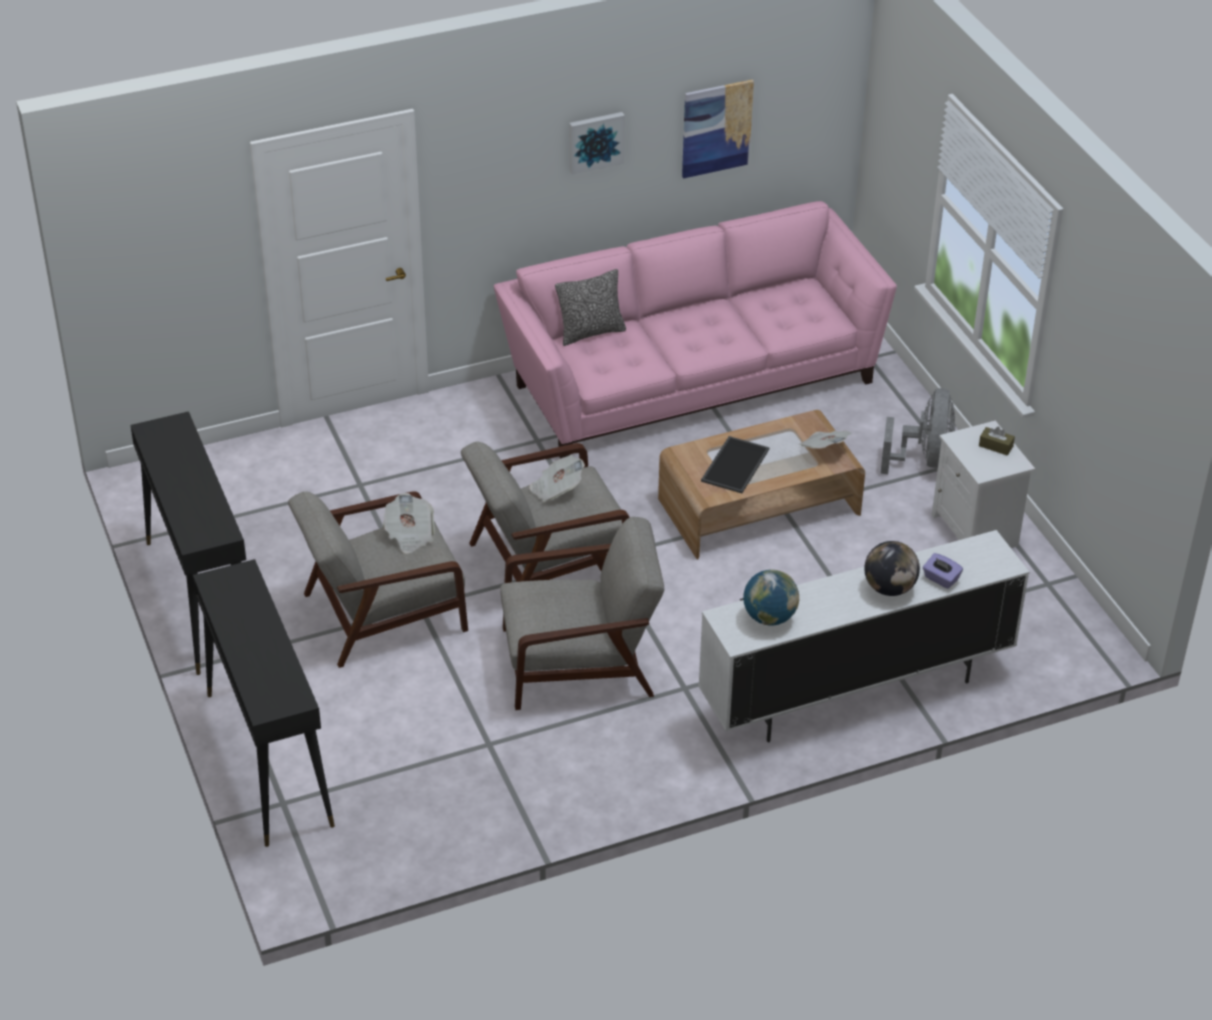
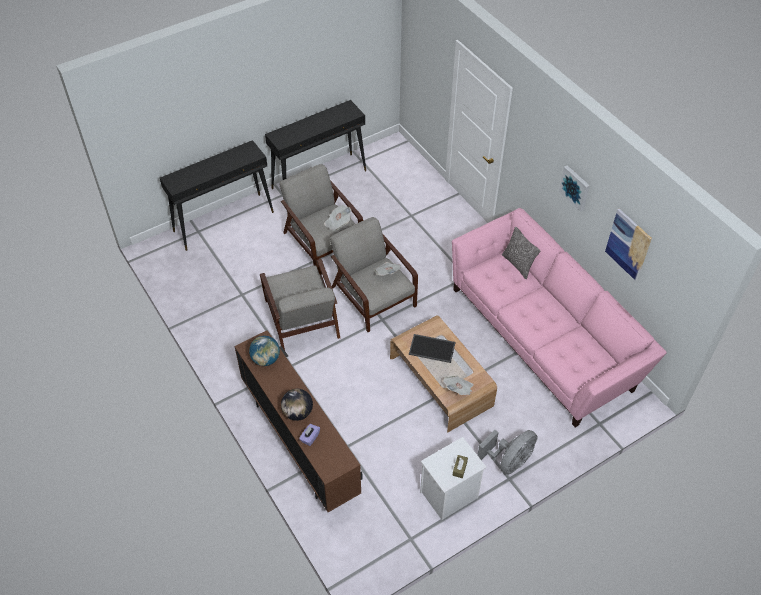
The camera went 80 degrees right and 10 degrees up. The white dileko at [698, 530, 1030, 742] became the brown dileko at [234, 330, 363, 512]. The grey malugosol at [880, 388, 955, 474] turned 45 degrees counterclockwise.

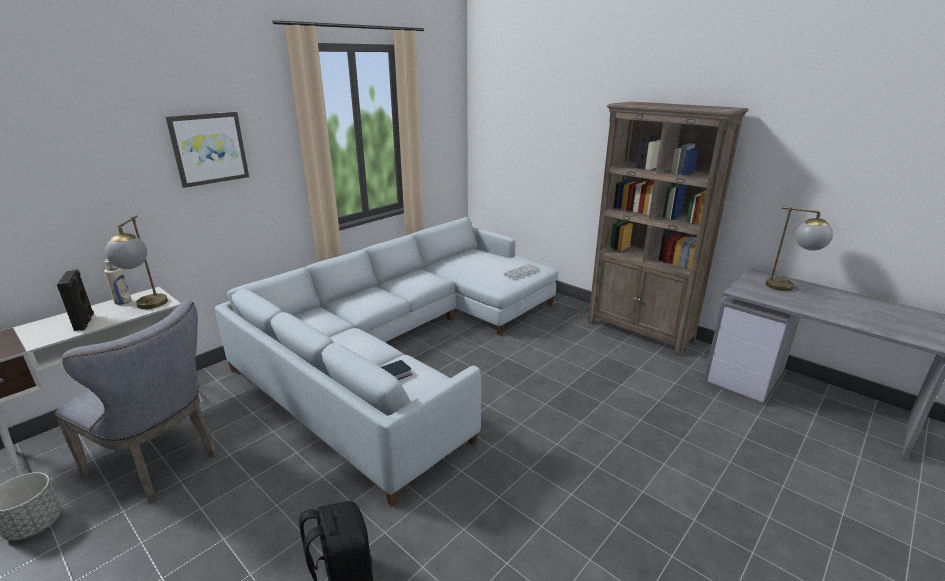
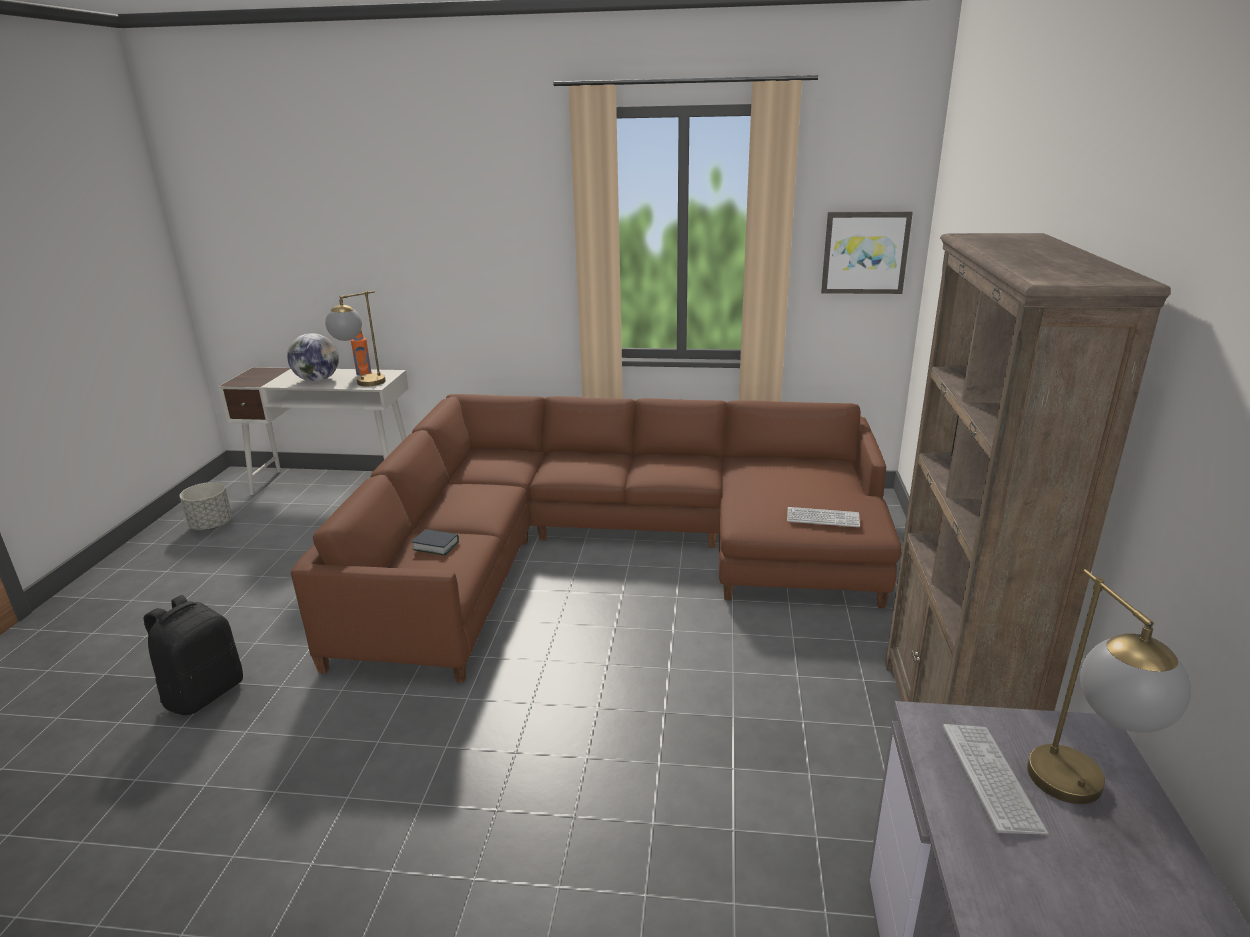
The camera went 55 degrees right and 0 degrees up. The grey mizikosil at [54, 300, 217, 503] disappeared. The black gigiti at [57, 269, 94, 331] was replaced by the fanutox at [287, 333, 339, 382]. The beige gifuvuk at [104, 259, 132, 305] became the orange gifuvuk at [351, 329, 371, 376]. The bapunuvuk moved from [166, 112, 249, 188] to [821, 211, 913, 294]. The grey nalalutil at [215, 217, 558, 507] became the brown nalalutil at [291, 394, 901, 683]. The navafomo at [943, 724, 1049, 835] appeared.

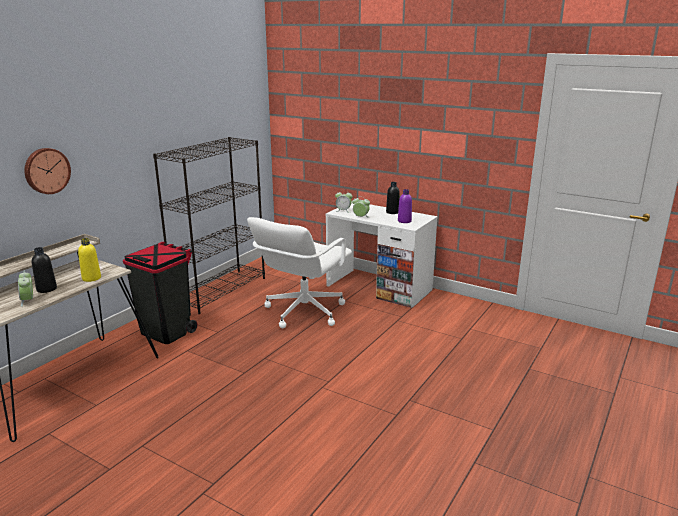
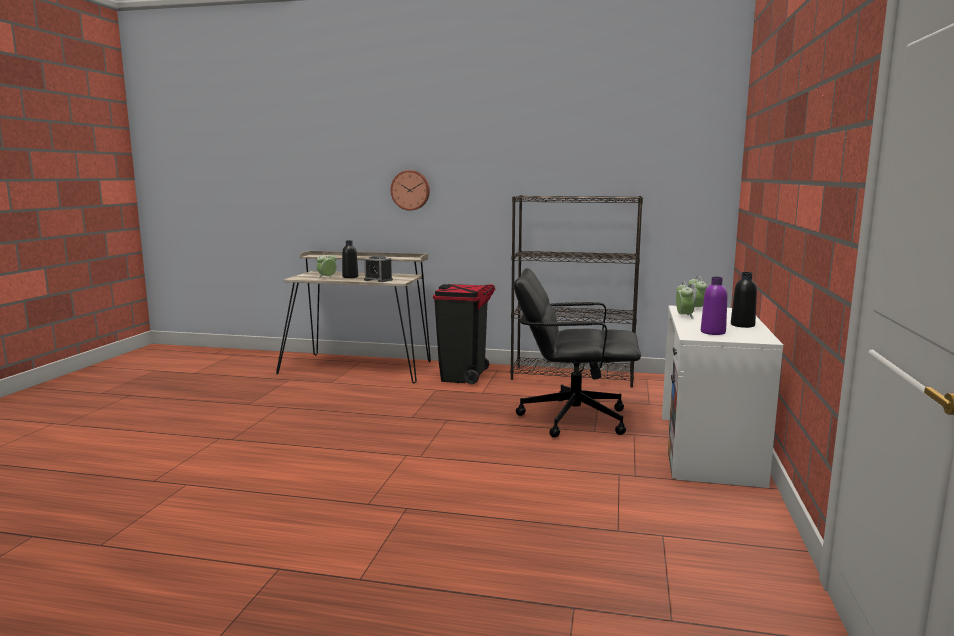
The camera went 70 degrees right and 10 degrees down. The yellow gifuvuk at [78, 238, 101, 282] was replaced by the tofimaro at [364, 256, 393, 282]. The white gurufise at [247, 217, 352, 328] became the black gurufise at [514, 268, 641, 438].

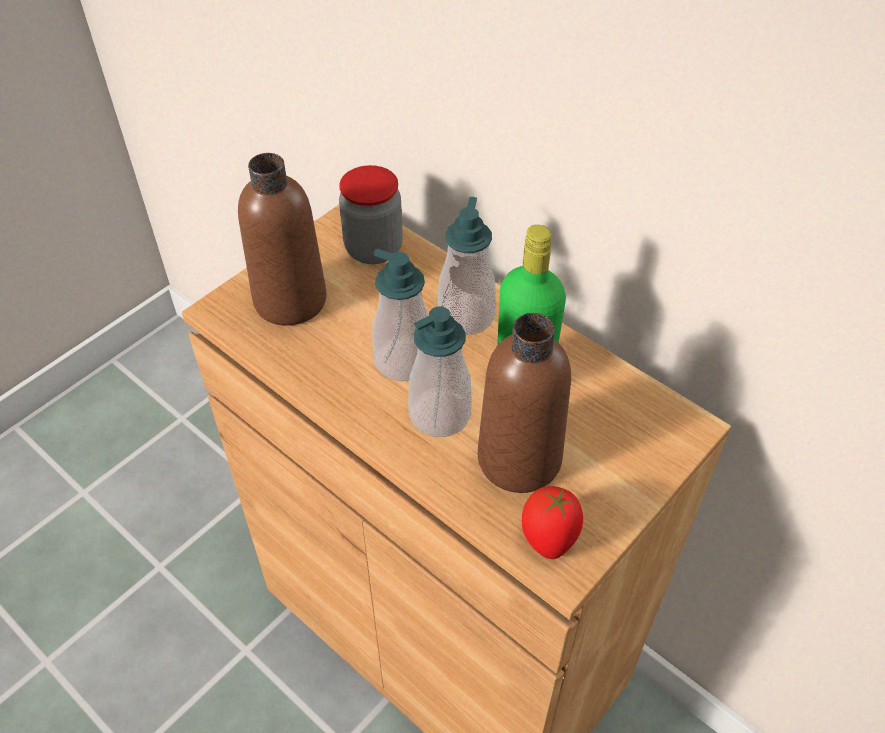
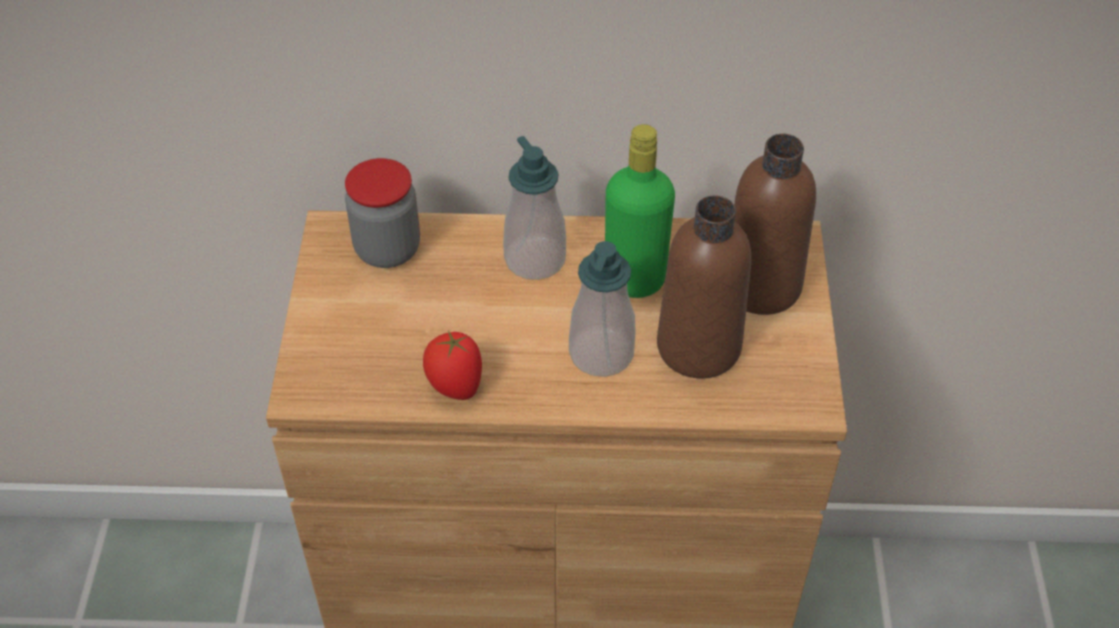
The camera went 40 degrees left and 0 degrees up. The brown gifuvuk moved from [238, 153, 326, 326] to [734, 134, 816, 315]. The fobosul at [372, 249, 429, 381] disappeared. The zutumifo moved from [522, 486, 583, 559] to [423, 331, 482, 400].

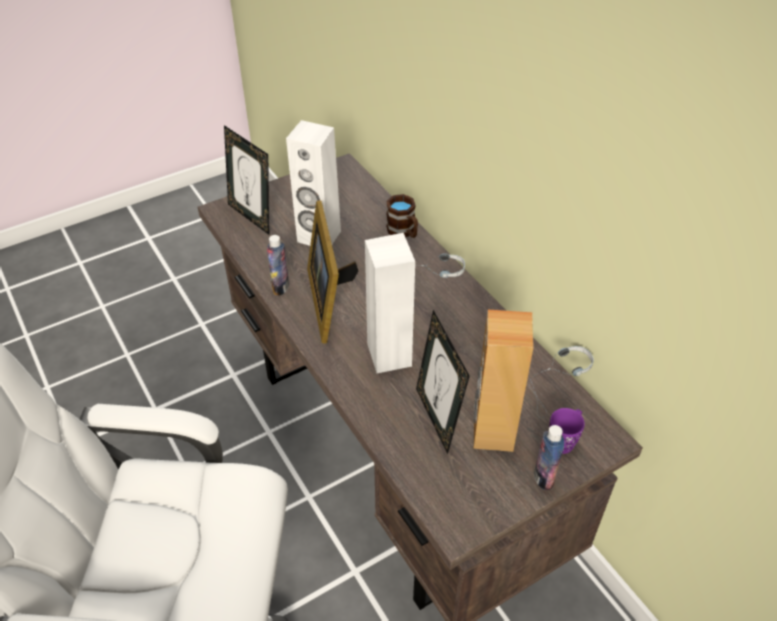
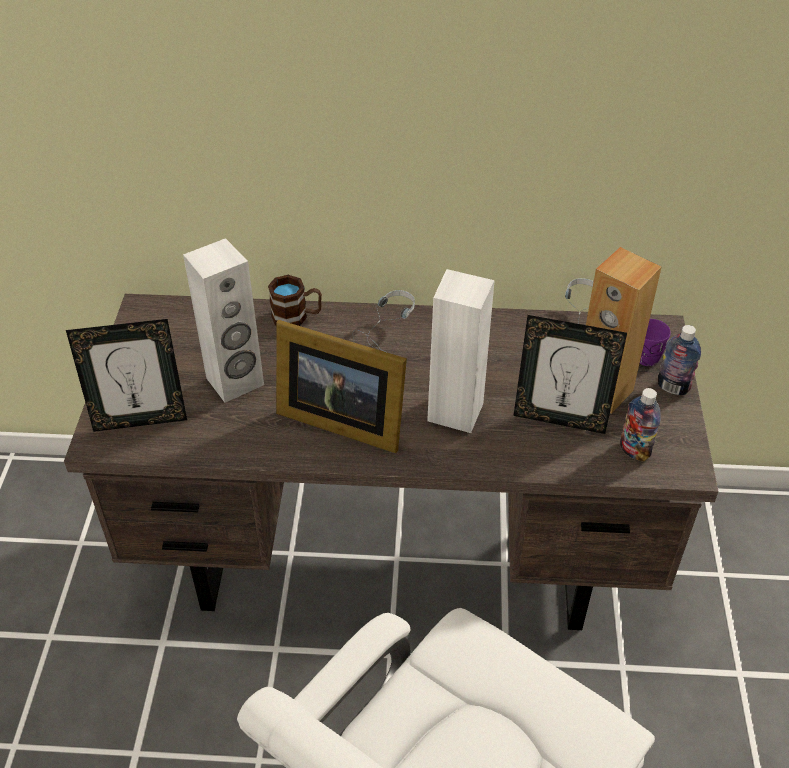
The camera went 55 degrees left and 0 degrees up. The gifuvuk moved from [267, 235, 289, 296] to [620, 388, 661, 462].

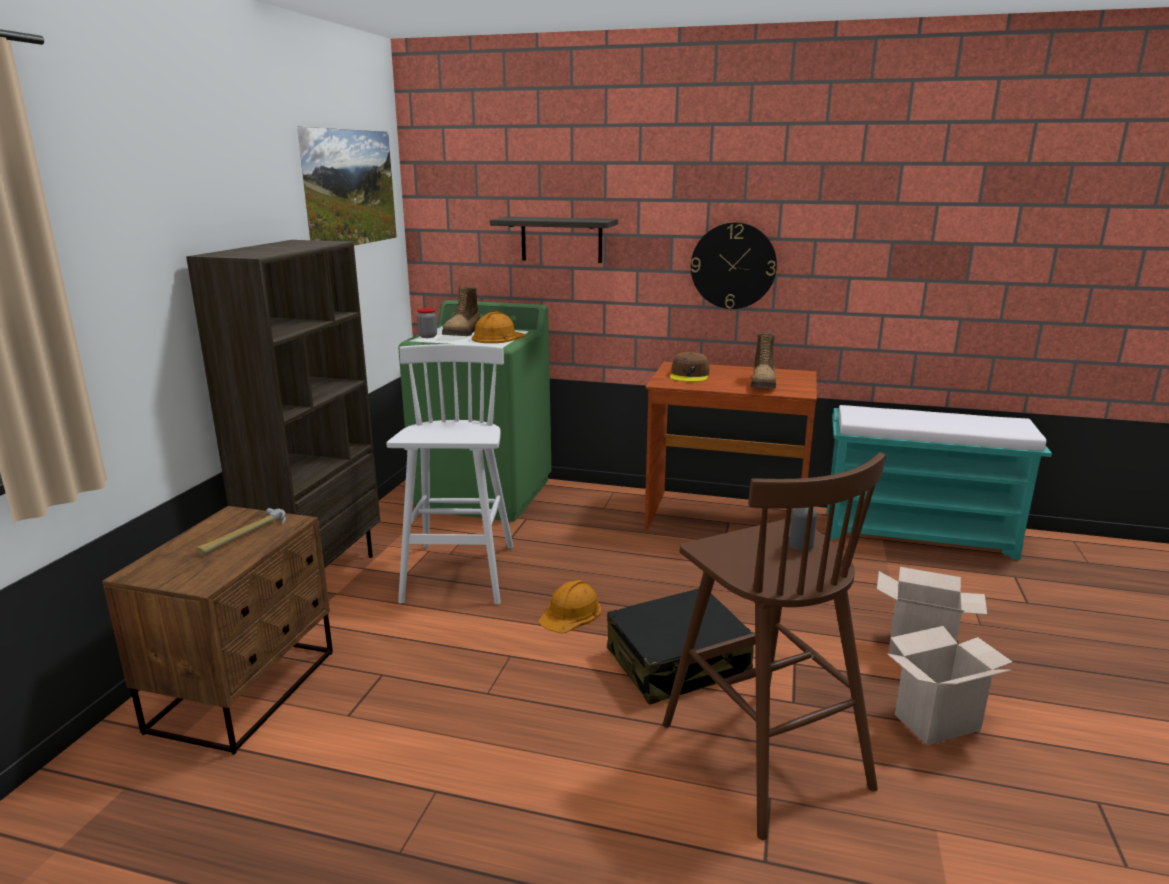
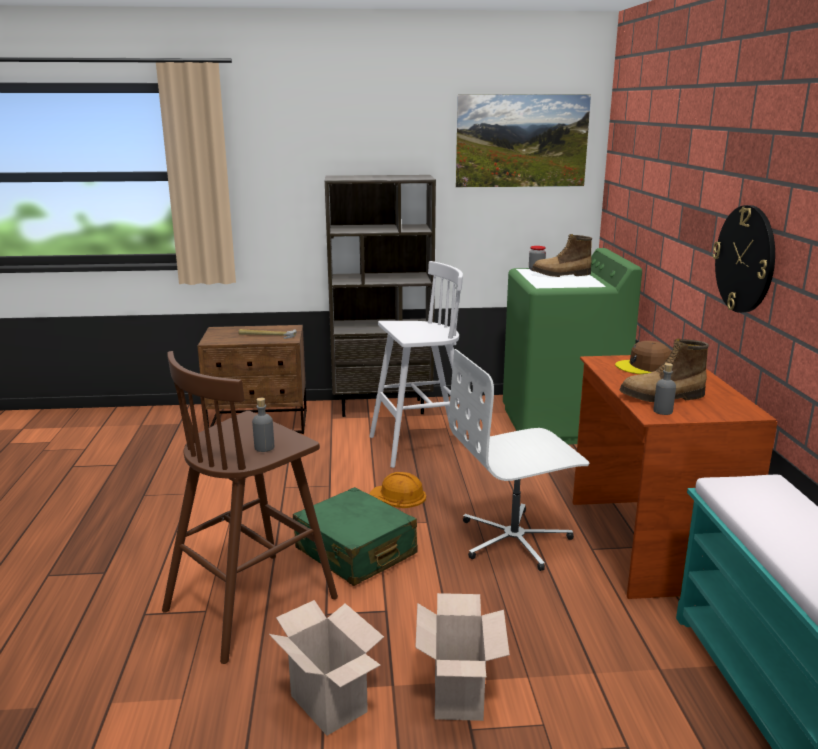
The camera went 70 degrees right and 0 degrees up. The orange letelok at [472, 312, 526, 343] disappeared. The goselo at [490, 217, 618, 263] disappeared. The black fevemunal at [607, 588, 754, 705] became the green fevemunal at [293, 487, 418, 586]. The white gurufise at [449, 349, 589, 571] appeared. The grey gifuvuk at [653, 363, 676, 415] appeared.

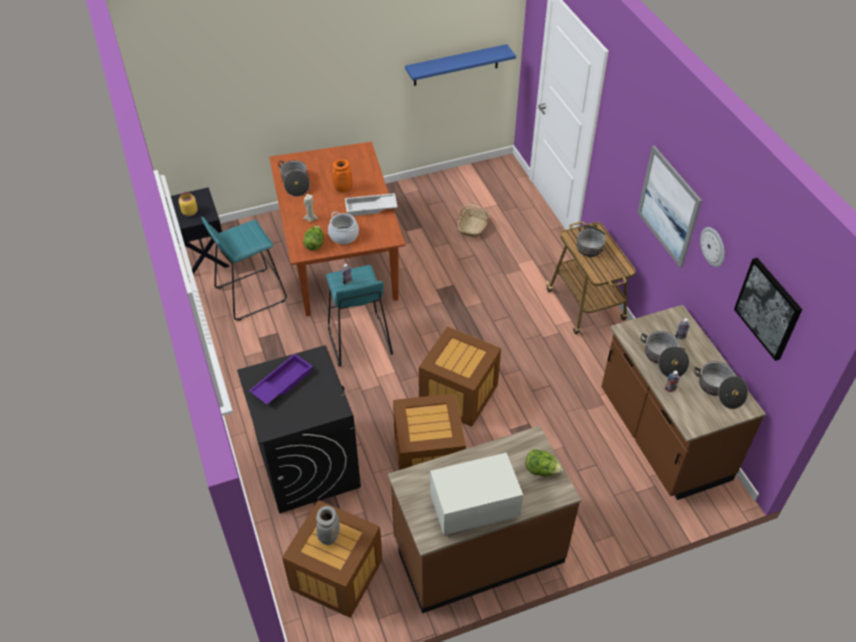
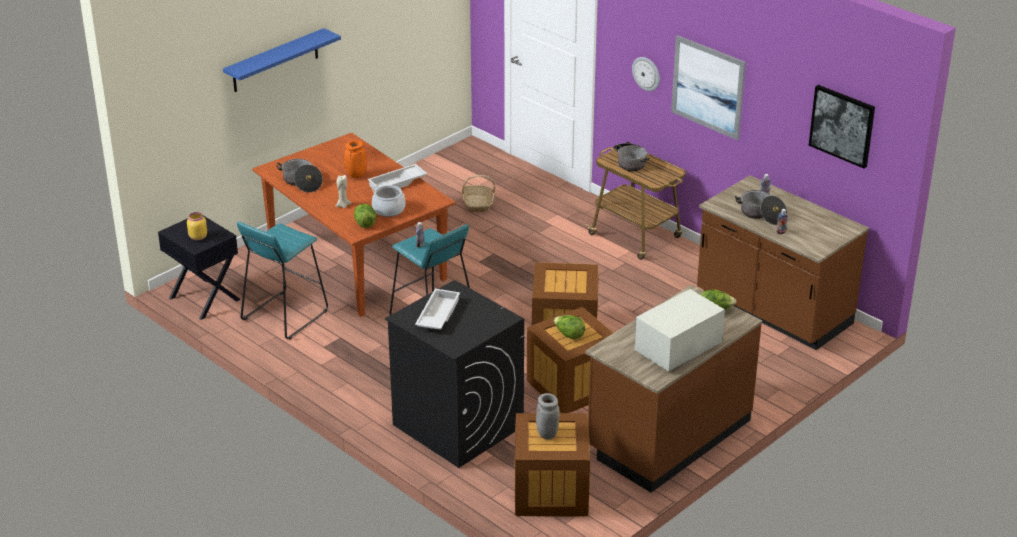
The camera went 25 degrees left and 15 degrees down. The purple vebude at [249, 354, 313, 405] became the white vebude at [415, 289, 460, 330]. The blue goselo moved from [405, 44, 516, 86] to [223, 28, 341, 92]. The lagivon at [694, 361, 748, 409] disappeared. The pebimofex moved from [700, 227, 725, 267] to [632, 57, 660, 91]. The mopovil at [554, 315, 585, 340] appeared.

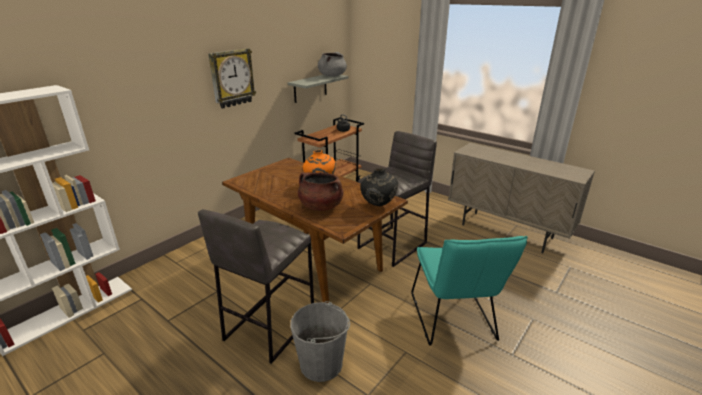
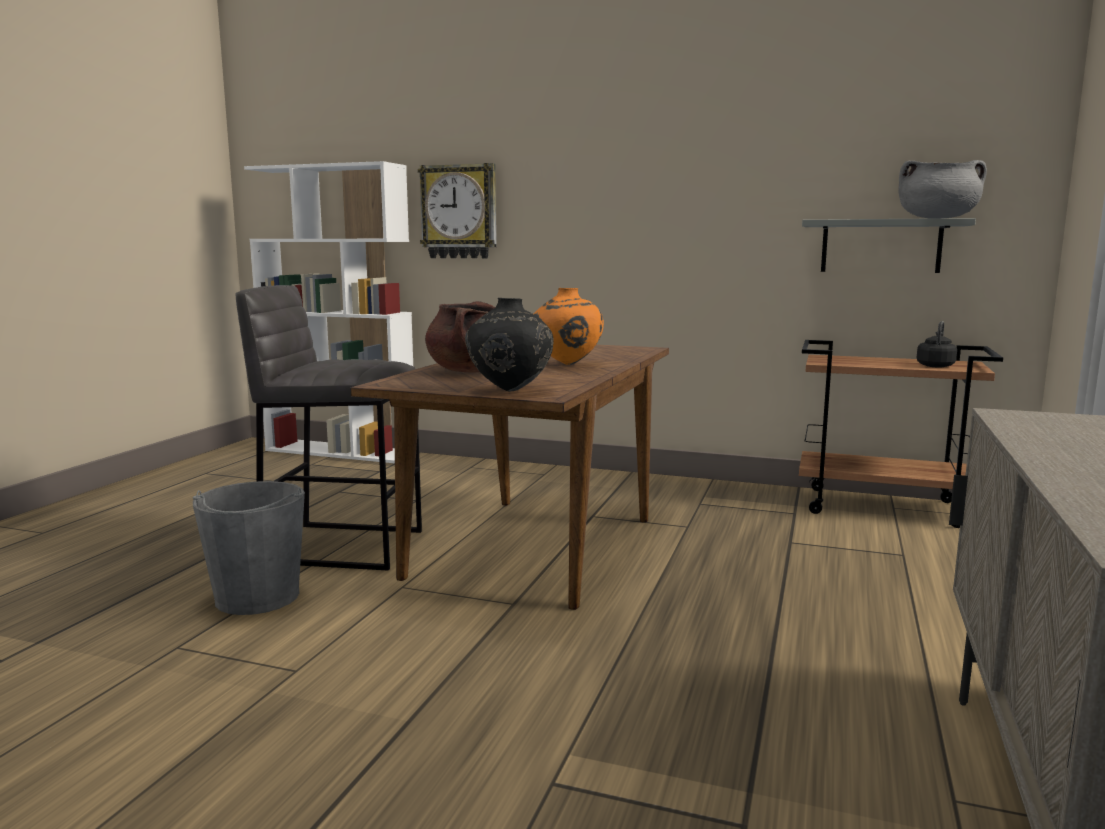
The camera went 70 degrees right and 15 degrees down. The pebimofex moved from [208, 48, 256, 109] to [418, 163, 497, 259]. The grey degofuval at [358, 131, 437, 267] disappeared. The turquoise mizikosil at [411, 236, 528, 346] disappeared.

